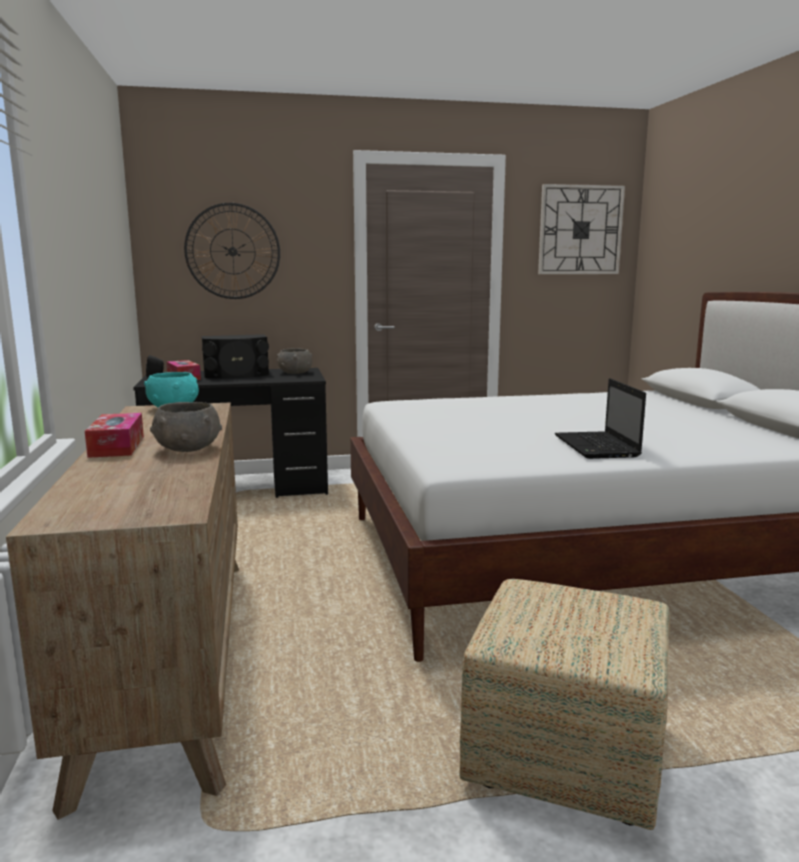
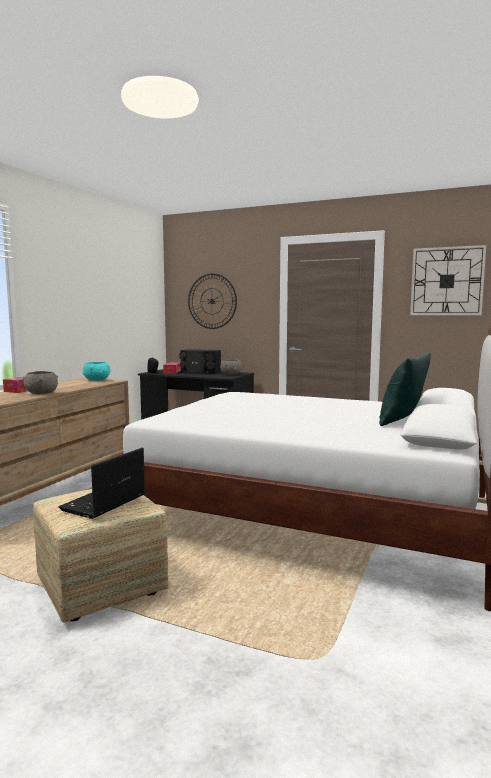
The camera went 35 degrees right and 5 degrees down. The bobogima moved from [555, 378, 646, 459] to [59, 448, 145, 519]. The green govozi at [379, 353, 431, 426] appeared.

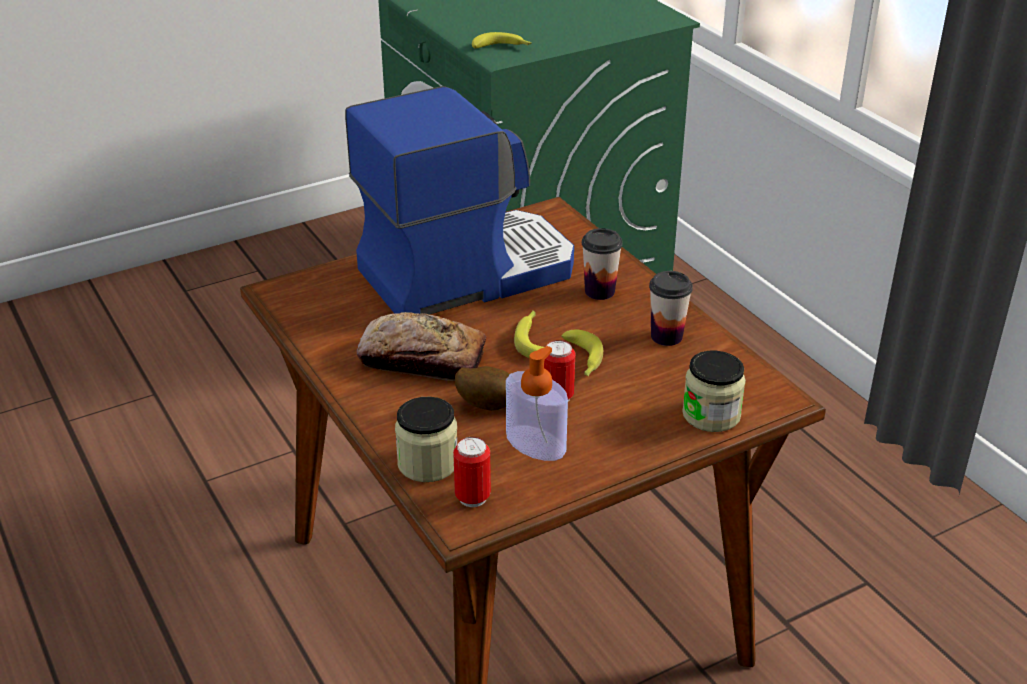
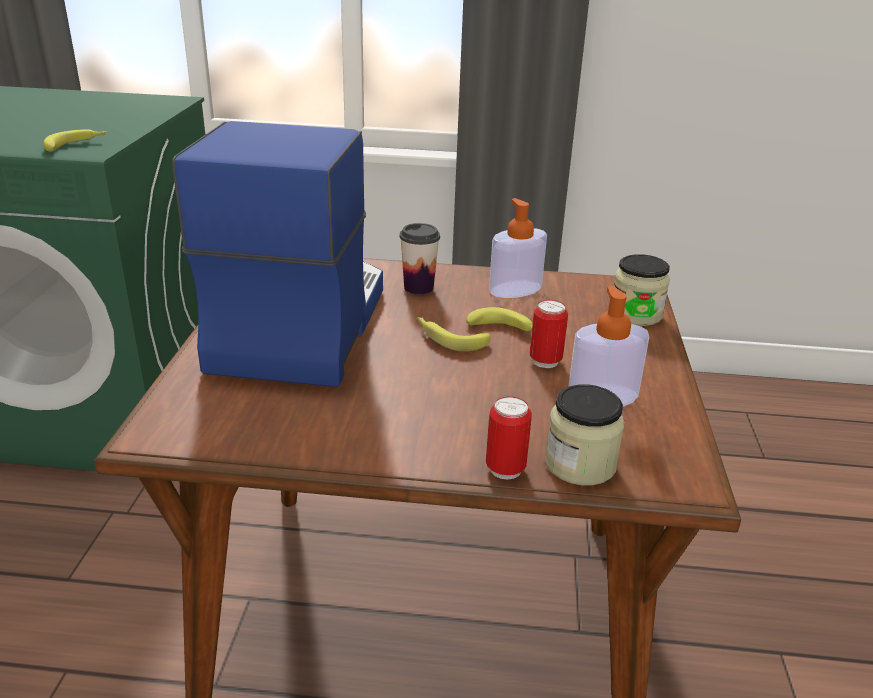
The camera went 55 degrees left and 5 degrees down. The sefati at [357, 312, 486, 381] disappeared. The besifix moved from [453, 437, 491, 507] to [486, 396, 532, 480]. The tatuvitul at [455, 366, 510, 411] disappeared. The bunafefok at [649, 271, 693, 346] was replaced by the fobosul at [489, 198, 547, 298].

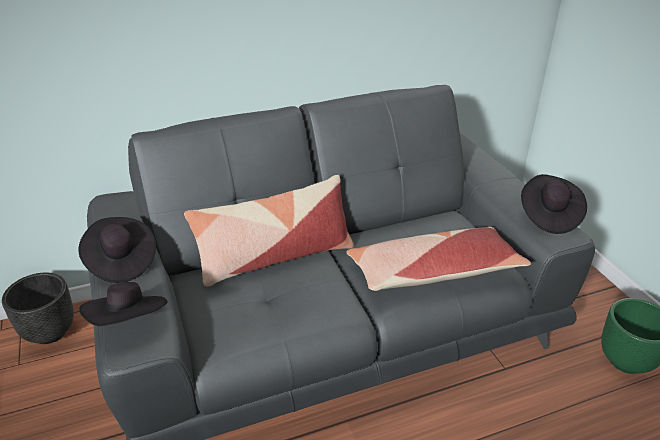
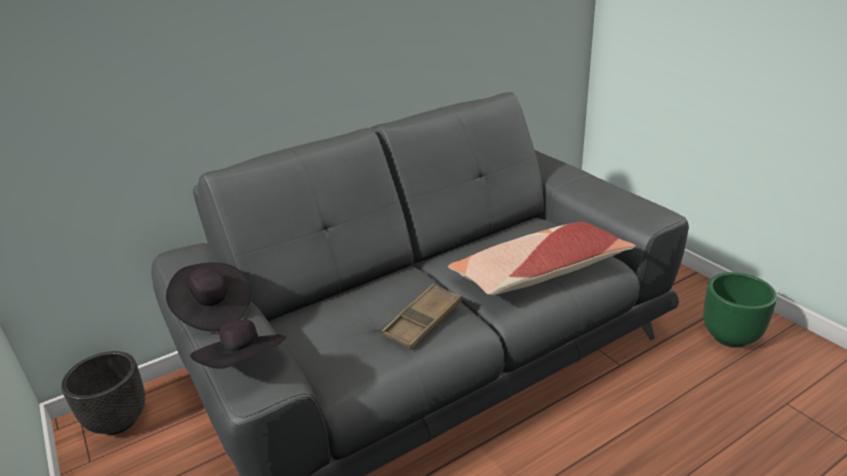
The camera went 10 degrees left and 5 degrees down. The govozi at [184, 175, 354, 286] disappeared. The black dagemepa at [521, 174, 587, 234] disappeared. The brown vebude at [381, 284, 462, 350] appeared.

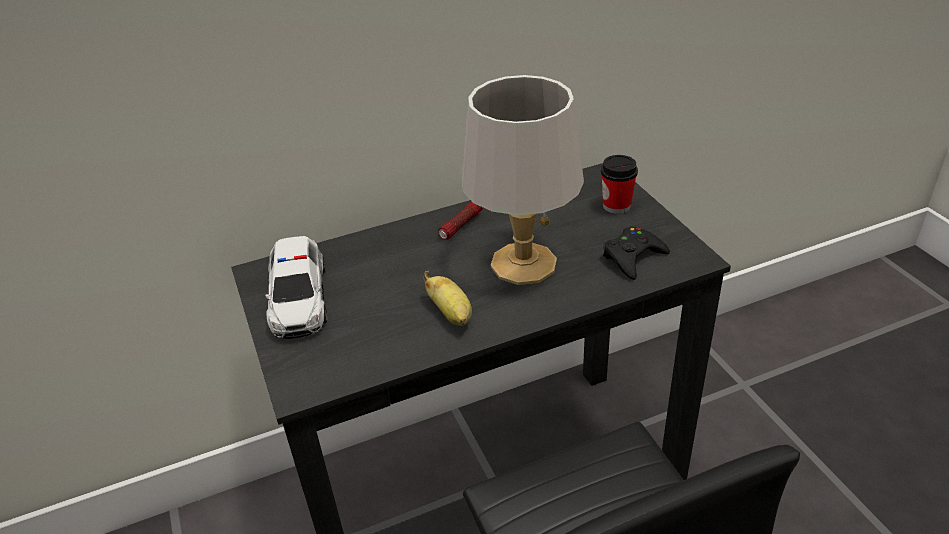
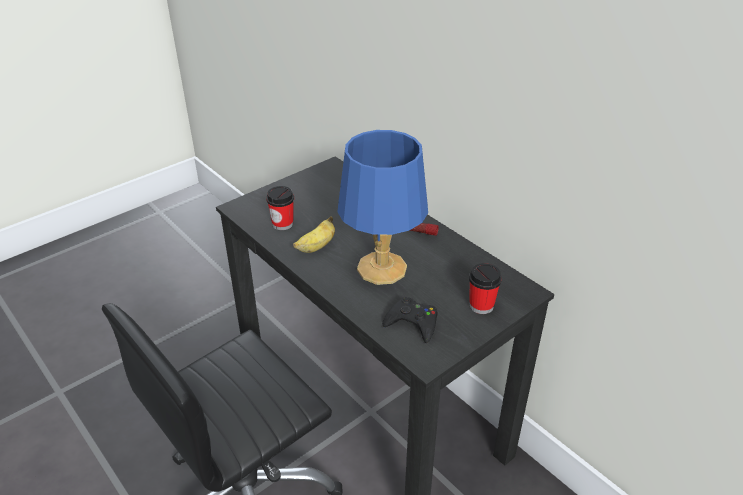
The camera went 70 degrees right and 0 degrees up. The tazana at [265, 236, 327, 339] disappeared. The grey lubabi at [462, 75, 584, 285] became the blue lubabi at [338, 130, 428, 285]. The bunafefok at [266, 186, 294, 231] appeared.

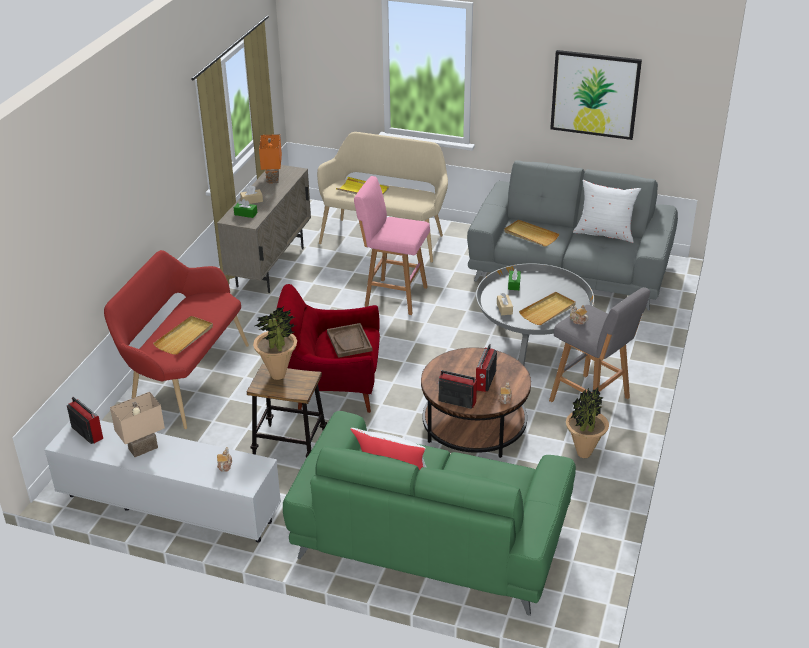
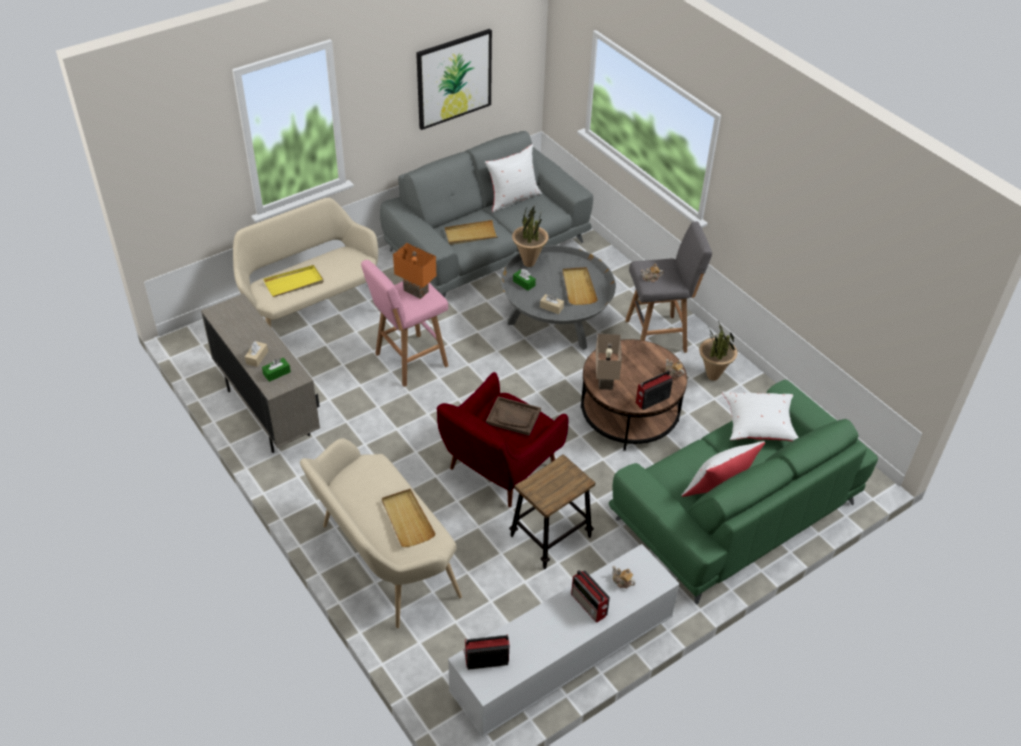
The camera went 55 degrees left and 10 degrees up. The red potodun at [104, 250, 249, 429] became the beige potodun at [300, 438, 462, 628]. The beige lubabi moved from [110, 392, 165, 457] to [596, 334, 622, 390]. The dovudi moved from [253, 306, 297, 380] to [512, 204, 549, 267]. The orange lubabi moved from [259, 134, 282, 183] to [393, 243, 436, 299]. The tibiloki moved from [476, 344, 497, 392] to [571, 570, 610, 623]. The white govozi at [722, 392, 799, 441] appeared.

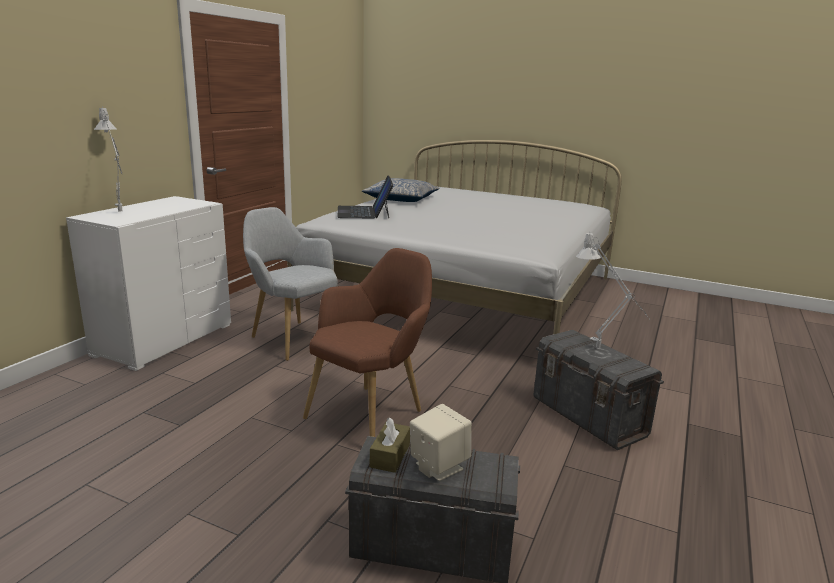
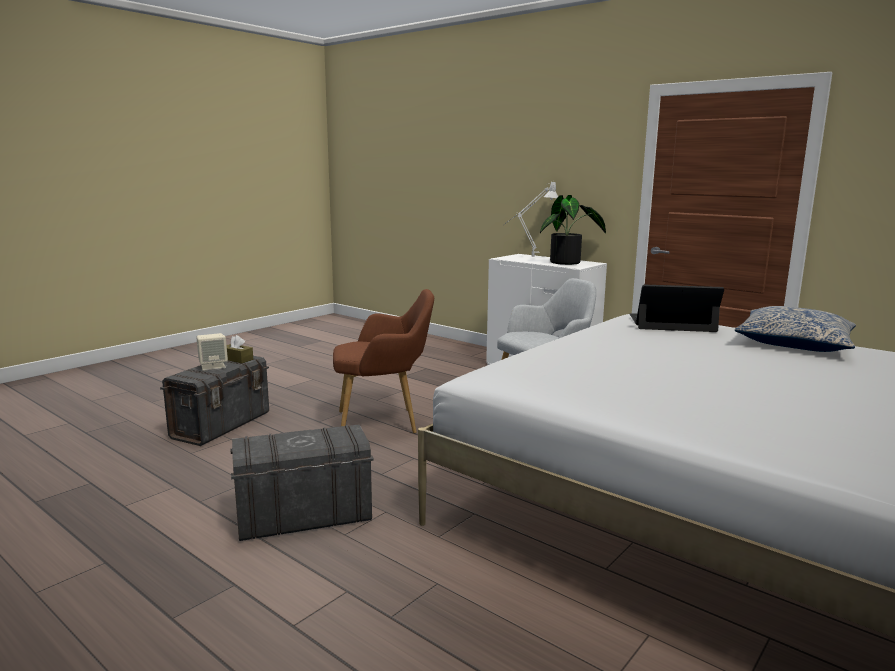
The camera went 105 degrees right and 5 degrees down. The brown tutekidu at [303, 248, 432, 437] turned 60 degrees counterclockwise. The grey lubabi at [576, 233, 650, 348] disappeared. The dovudi at [540, 195, 606, 265] appeared.

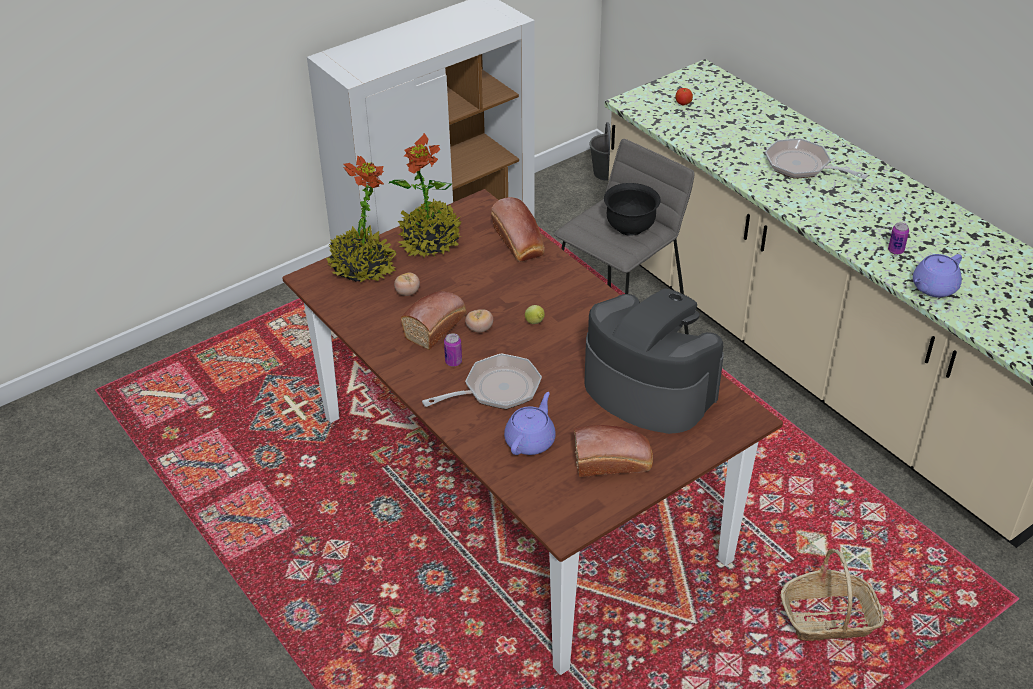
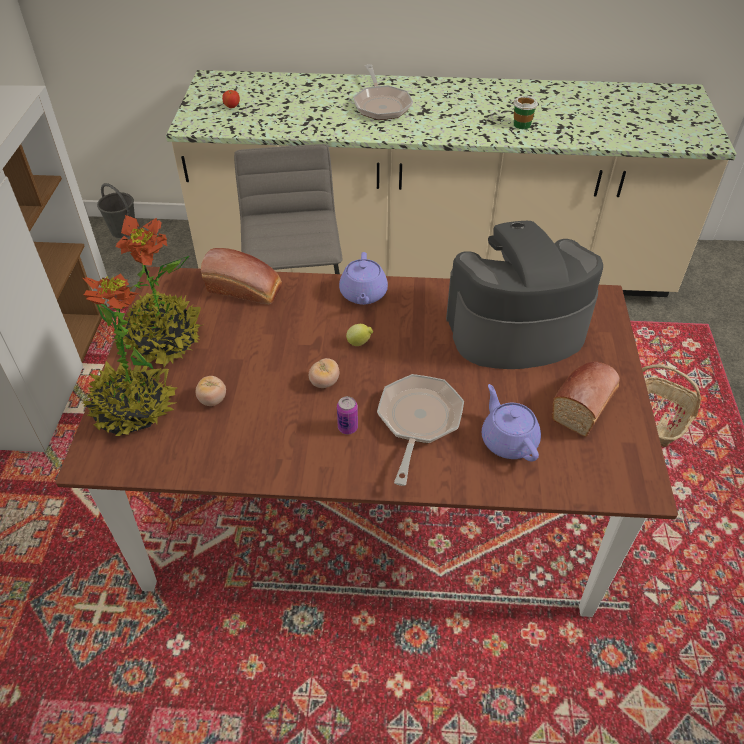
The camera went 50 degrees left and 5 degrees up. The sefati at [401, 291, 467, 350] disappeared. The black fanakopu at [604, 183, 661, 236] disappeared. The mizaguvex at [765, 138, 868, 179] turned 90 degrees counterclockwise. The besifix at [888, 222, 909, 255] was replaced by the bunafefok at [513, 96, 538, 129]. The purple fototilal moved from [913, 254, 962, 297] to [339, 252, 388, 305].

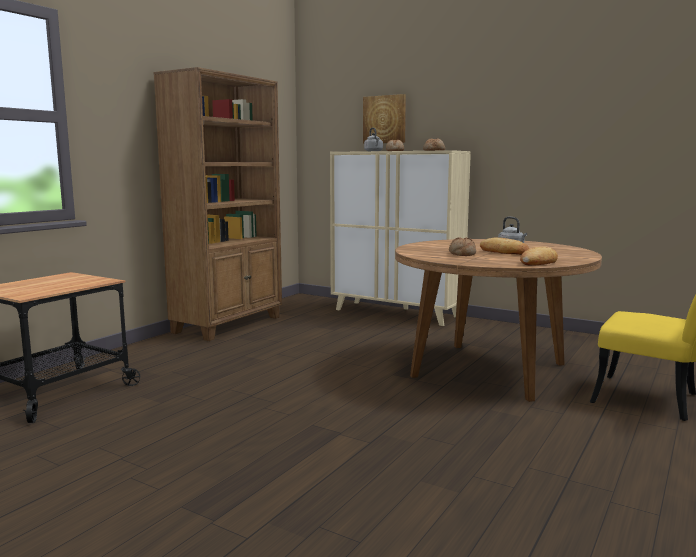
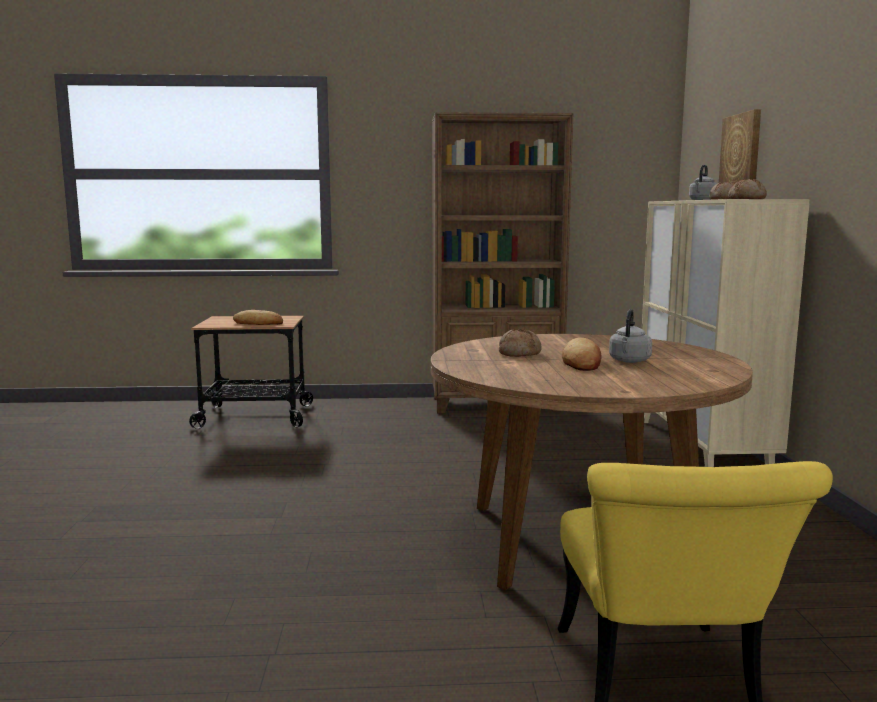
The camera went 55 degrees right and 0 degrees up. The sefati moved from [520, 247, 558, 266] to [233, 310, 283, 325].

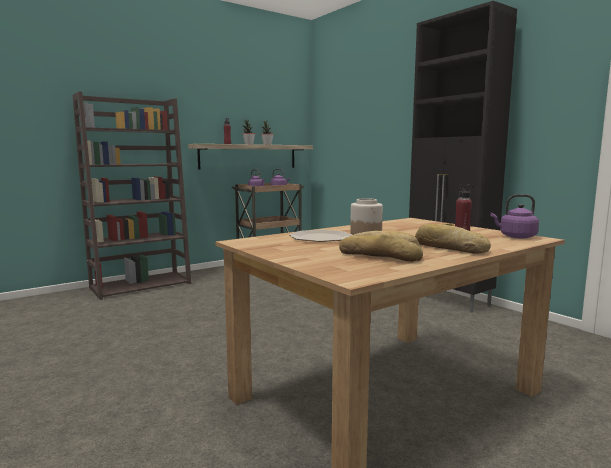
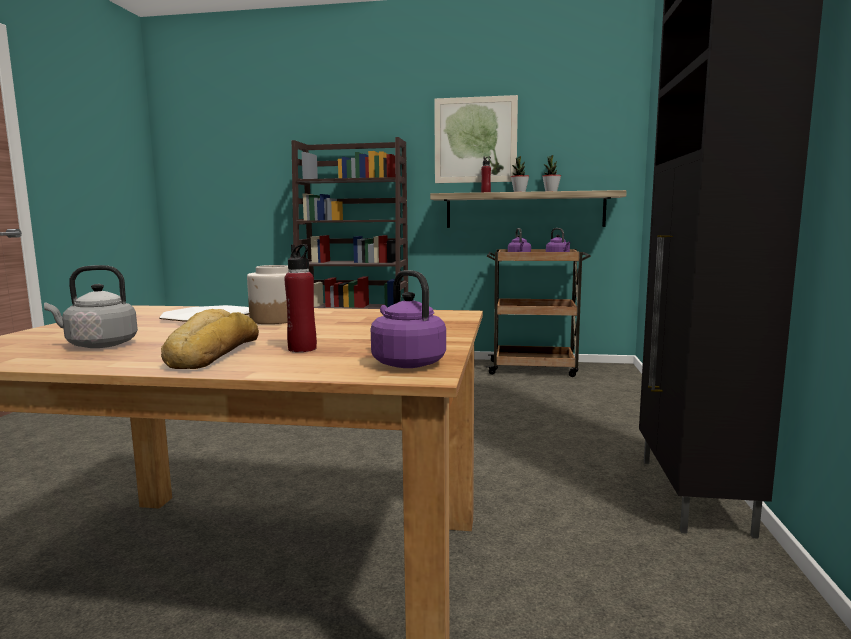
The camera went 45 degrees right and 0 degrees up. The sefati at [339, 231, 423, 262] was replaced by the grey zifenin at [44, 265, 138, 348]. The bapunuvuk at [434, 95, 518, 183] appeared.

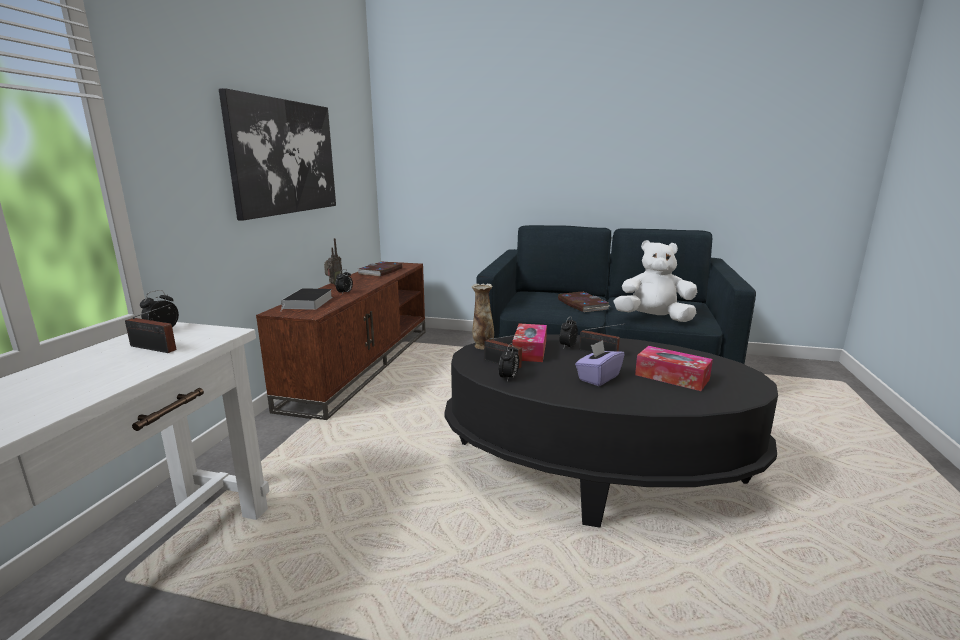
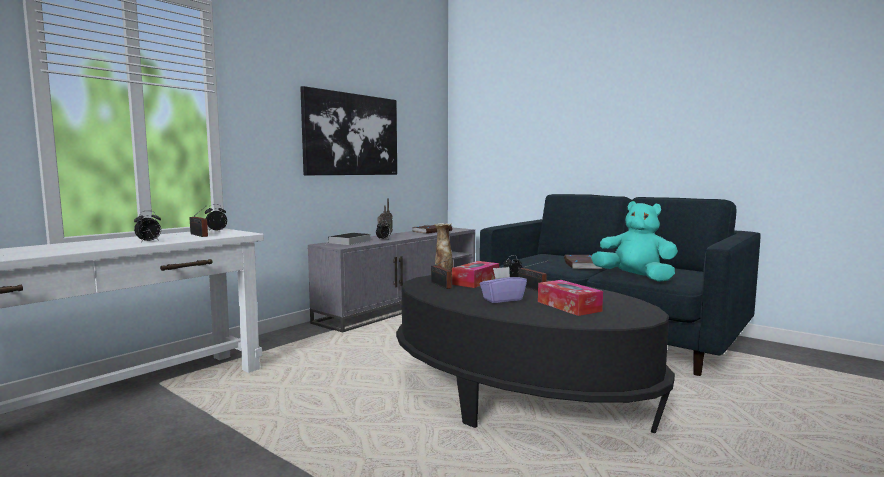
The camera went 25 degrees right and 10 degrees down. The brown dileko at [256, 262, 425, 420] became the grey dileko at [308, 227, 475, 333]. The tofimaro moved from [499, 343, 519, 382] to [134, 211, 161, 242]. The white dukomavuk at [614, 240, 697, 322] became the turquoise dukomavuk at [591, 201, 678, 282].

